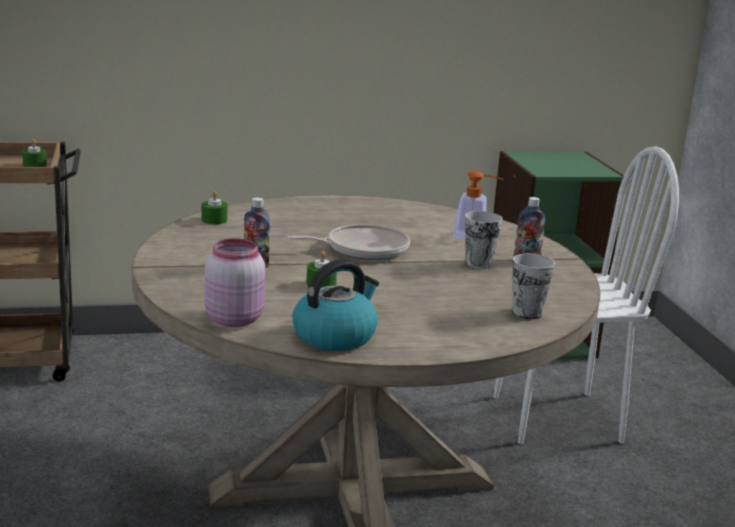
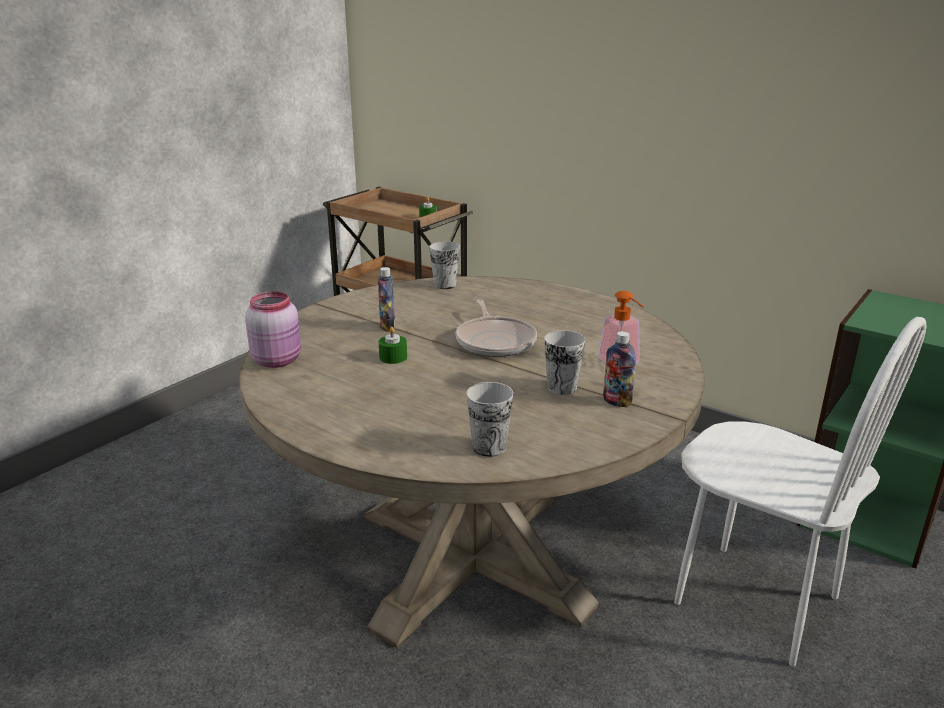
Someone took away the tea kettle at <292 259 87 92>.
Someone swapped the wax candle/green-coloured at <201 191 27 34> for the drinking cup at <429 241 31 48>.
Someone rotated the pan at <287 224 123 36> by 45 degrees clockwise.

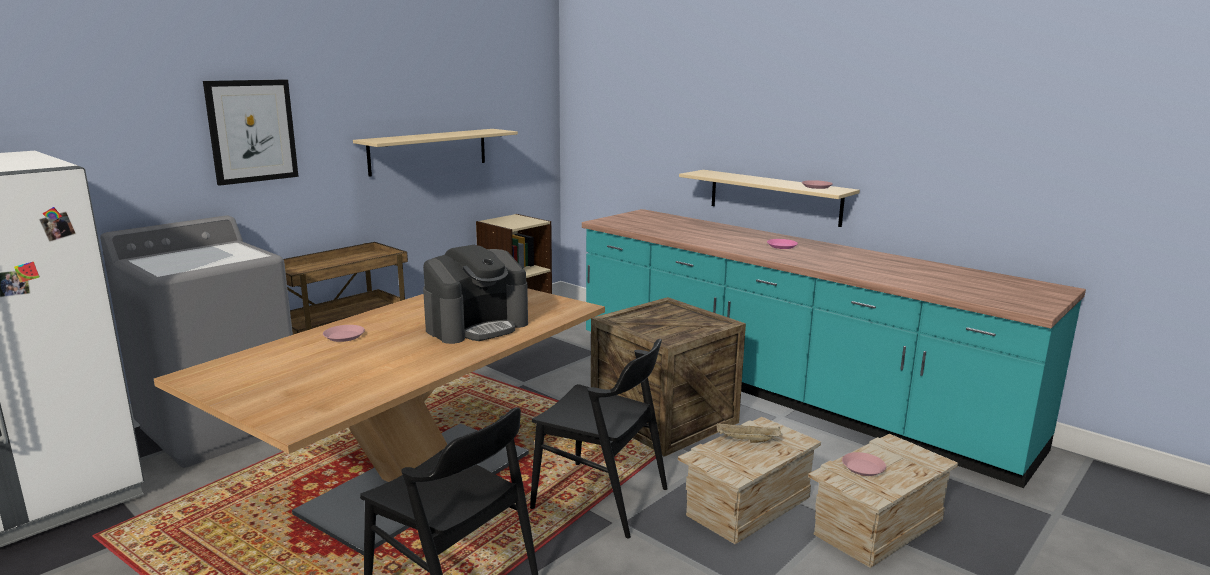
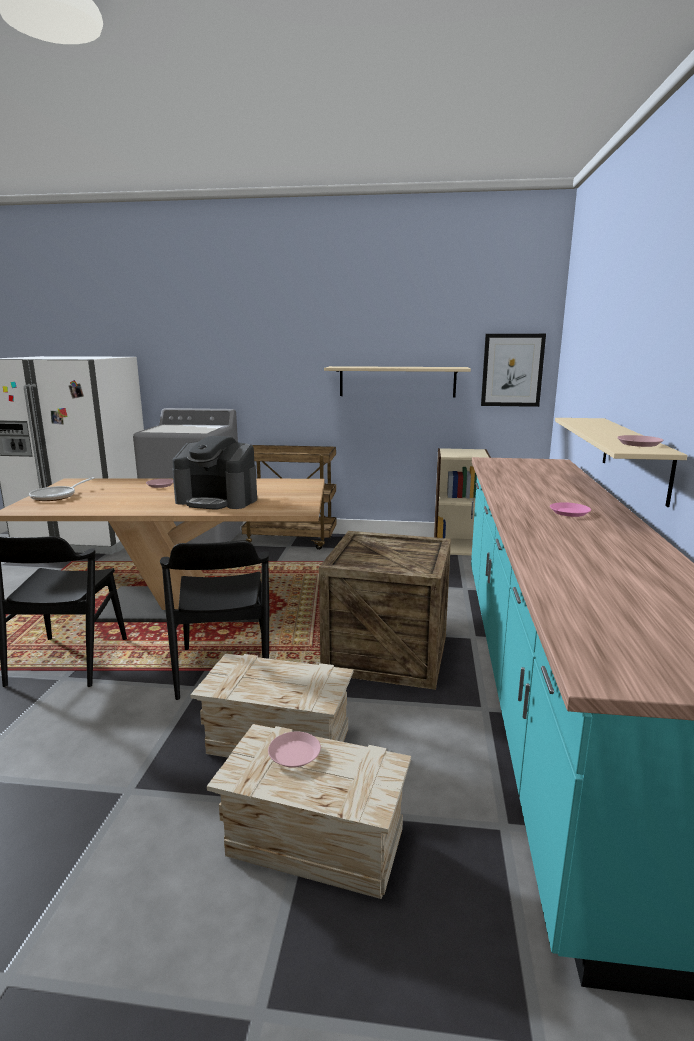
Someone took away the tray/beige at <717 423 64 20>.
Someone put down the pan at <29 477 66 24>.
Someone carried the wall picture from <203 79 96 107> to <481 334 65 73>.

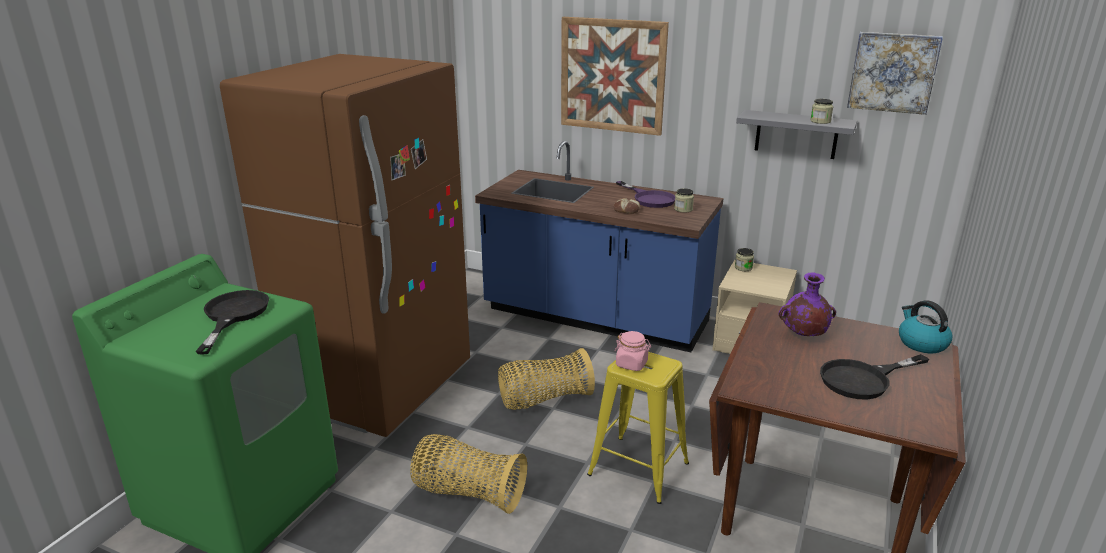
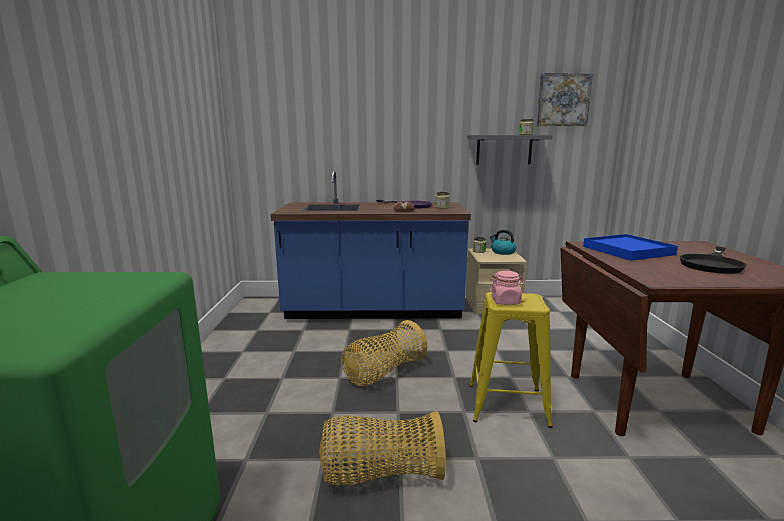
Someone took away the pan/blackish at <196 290 73 65>.
Someone took away the kitchen fridge/brownish at <220 54 250 383>.
Someone took away the wall picture at <561 17 108 119>.
Someone carried the tea kettle from <899 300 53 53> to <490 230 26 25>.
Someone swapped the flower vase/purple-coloured at <779 272 57 64> for the tray/blue-coloured at <583 234 95 27>.

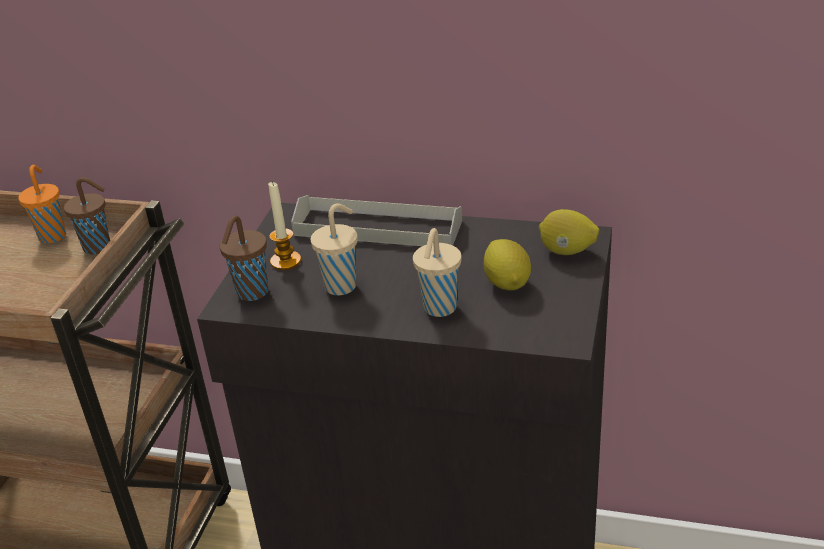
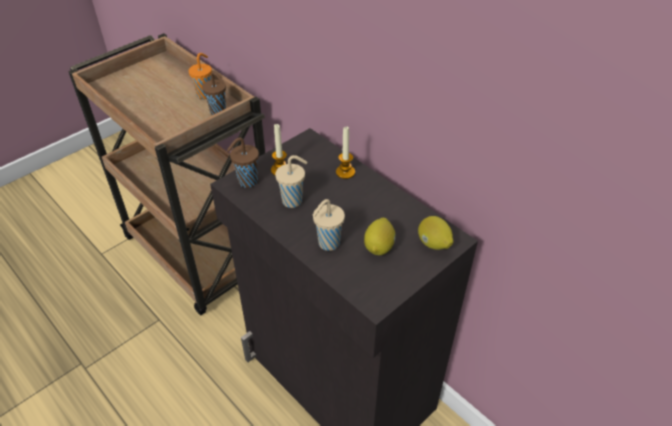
Someone swapped the tray/gray at <291 195 171 51> for the wax candle at <336 127 19 52>.

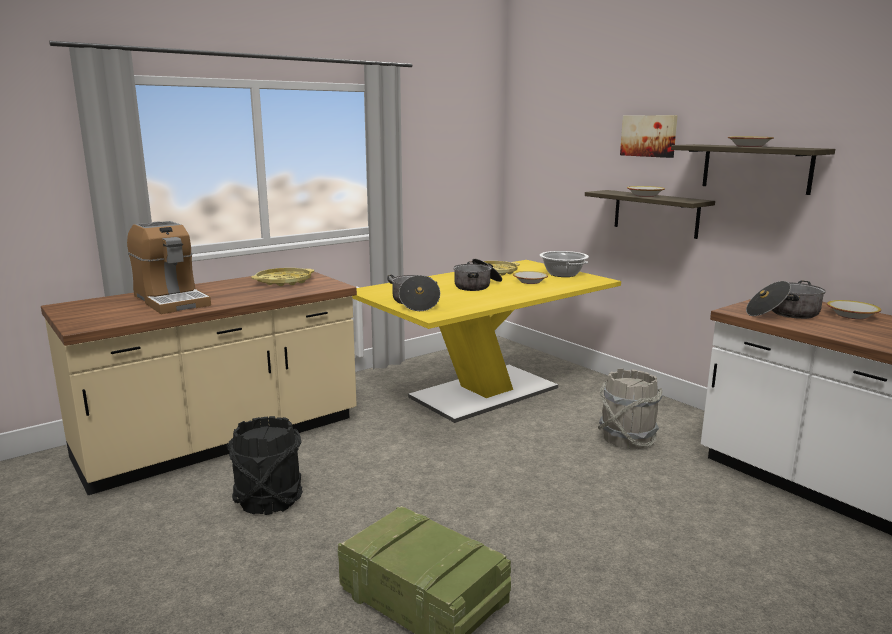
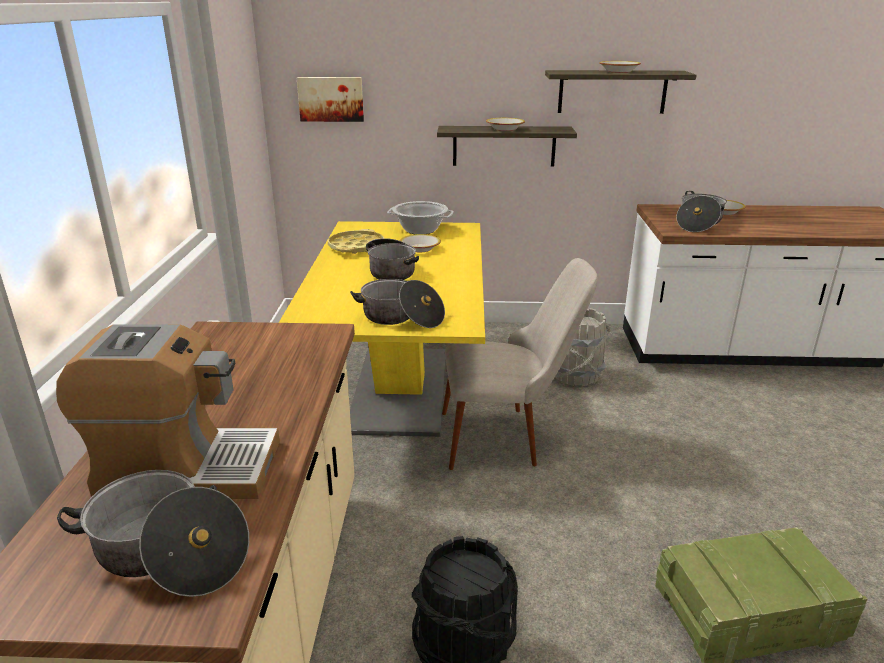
Someone took away the tray/yellow at <251 268 63 18>.
Someone put down the stockpot at <57 470 192 127>.
Someone put down the plain chair/beige at <442 258 156 212>.
Someone carried the wall picture from <620 115 58 43> to <297 77 67 45>.

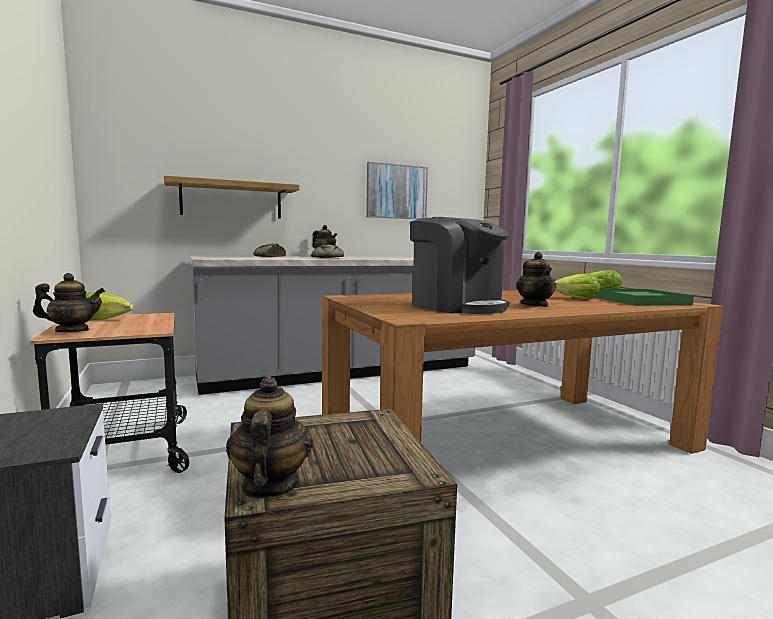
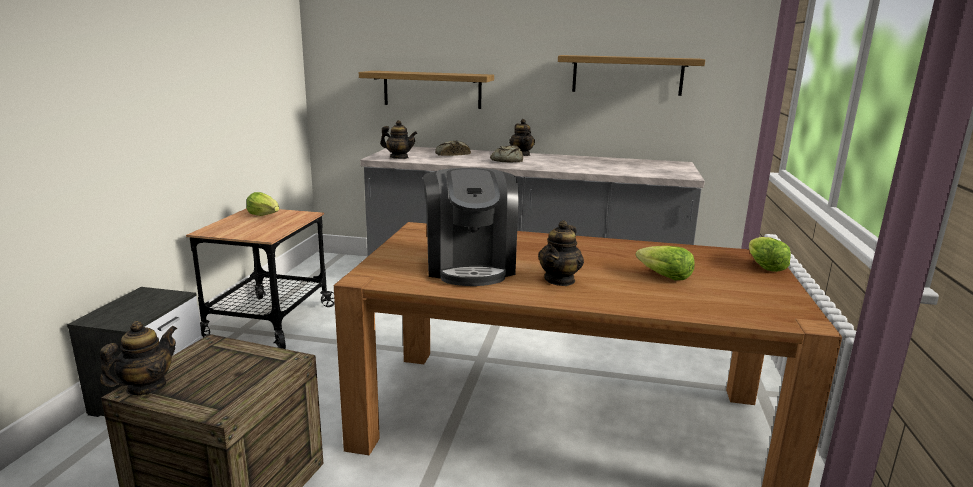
Someone took away the tray/green-coloured at <595 289 99 17>.
Someone carried the pot for tea from <33 273 72 59> to <380 120 37 39>.
Someone swapped the wall picture at <366 162 62 57> for the shelf at <558 55 147 41>.

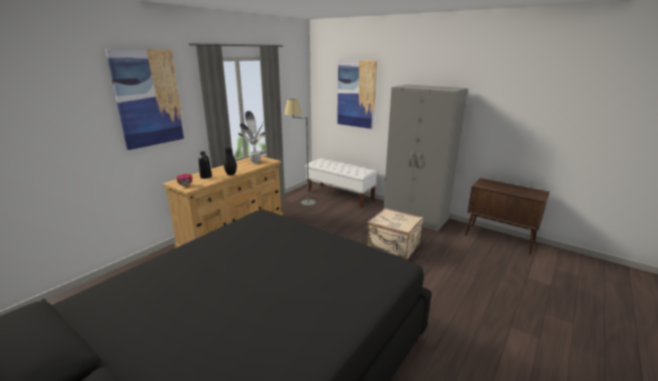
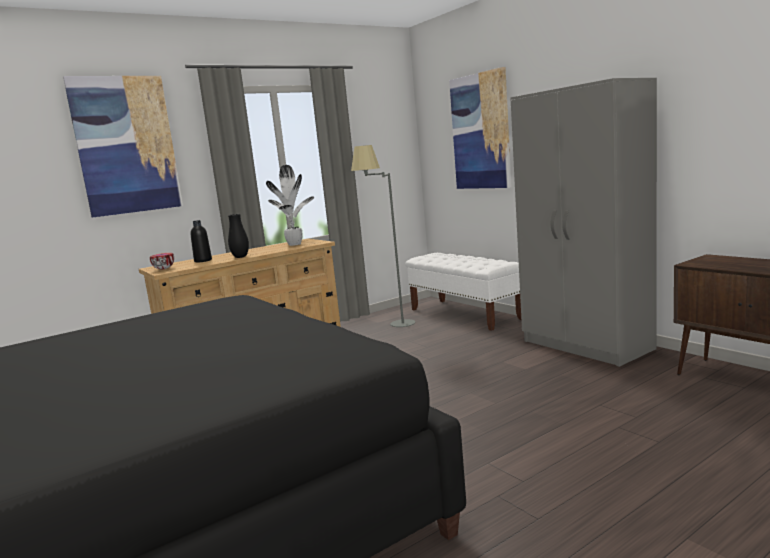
Someone took away the suitcase/beige at <367 208 57 52>.

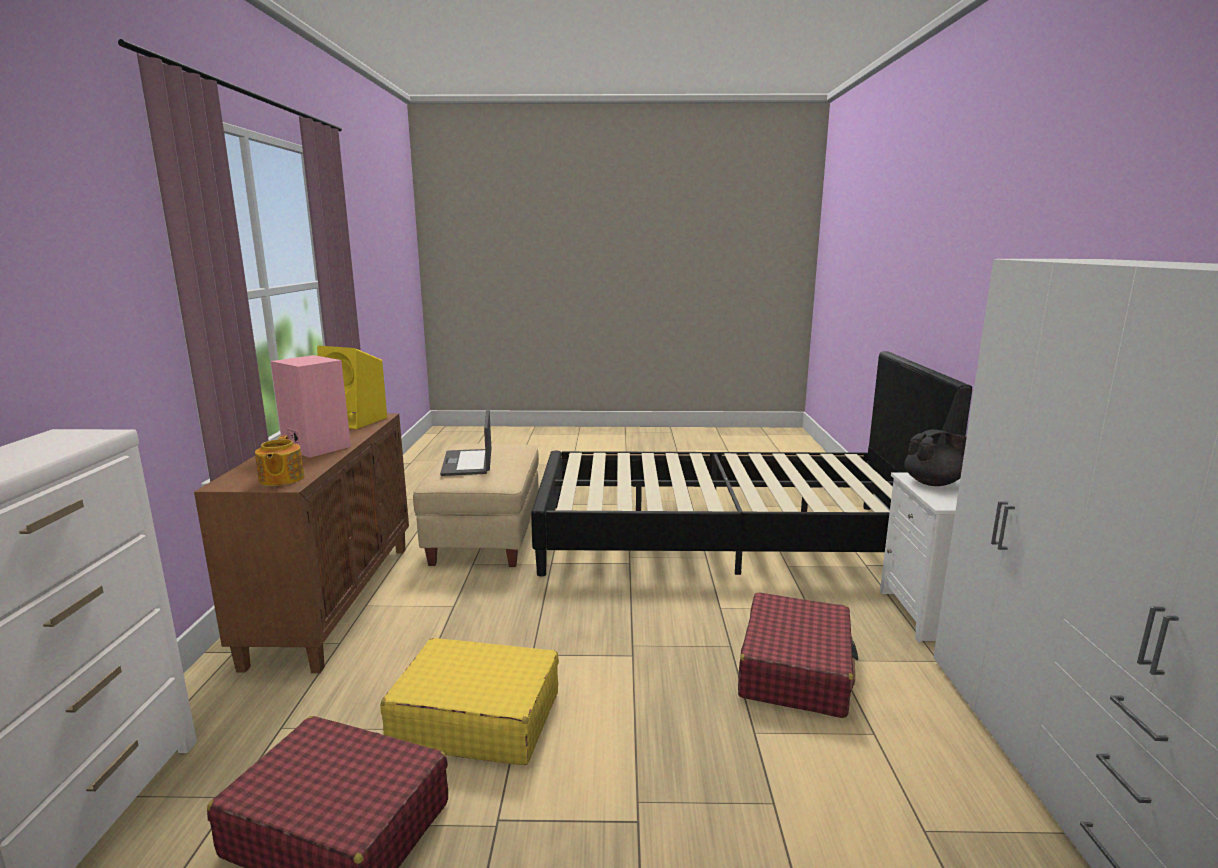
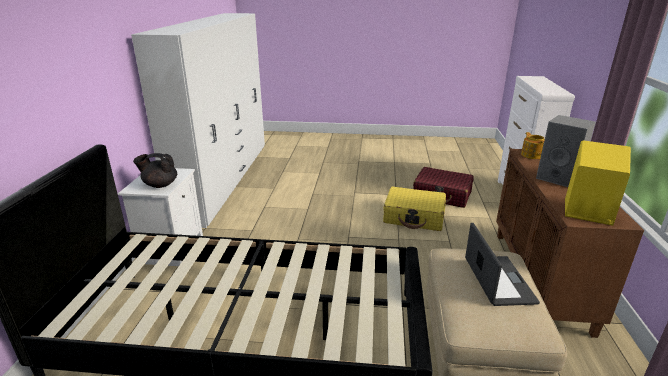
Someone took away the suitcase/reddish at <738 592 120 126>.
Someone repainted the audio speaker/pink at <271 355 80 103>, which became the audio speaker/gray at <536 115 60 72>.

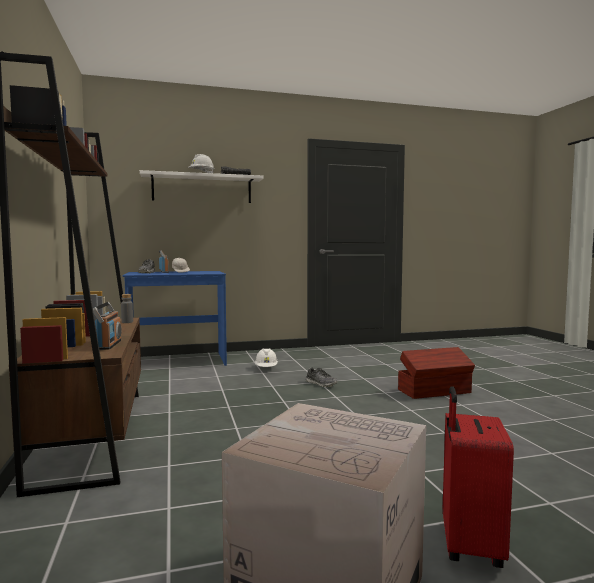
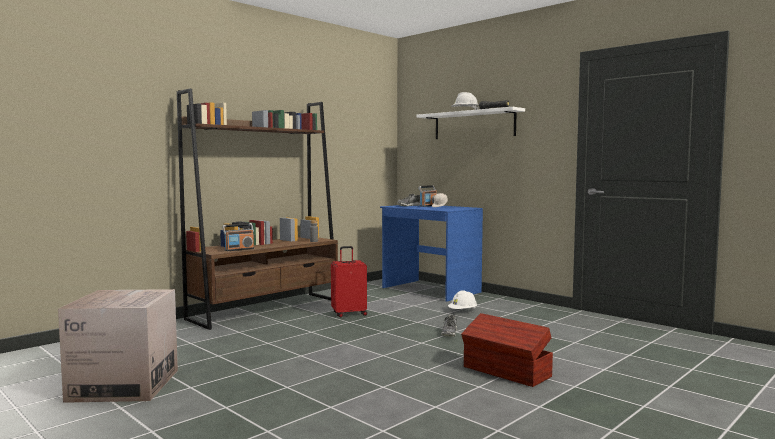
Someone carried the suitcase/reddish from <443 386 71 182> to <331 246 36 71>.

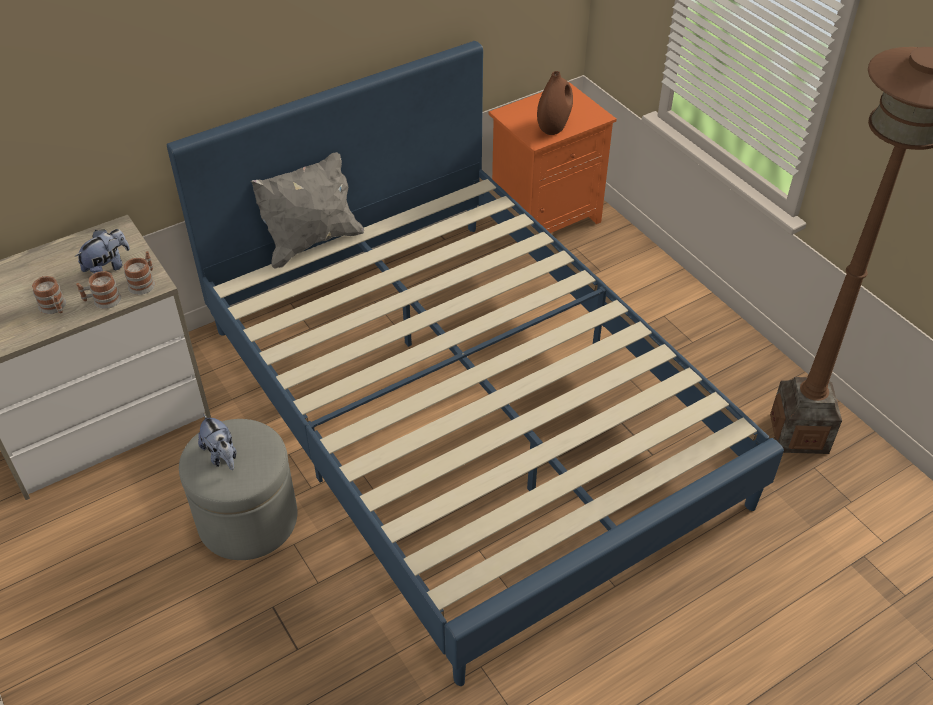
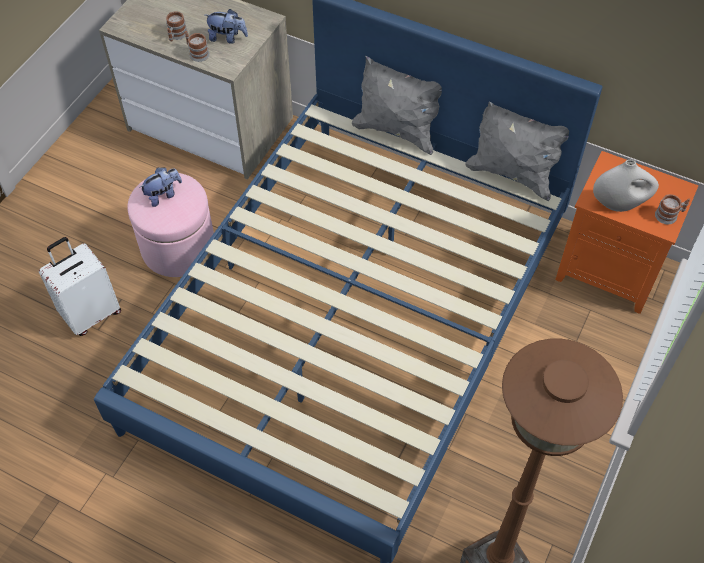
Someone put down the suitcase/white at <39 237 82 99>.
Someone put down the throw pillow/gray at <466 101 103 100>.
Someone carried the tea mug from <124 251 31 44> to <655 194 35 30>.
Someone repainted the footrest/gray at <179 419 118 141>, which became the footrest/pink at <127 173 87 104>.
Someone repainted the flower vase/brownish at <537 71 36 64>, which became the flower vase/white at <593 160 66 52>.
Someone rotated the cuddly toy at <198 413 39 57> by 150 degrees counterclockwise.

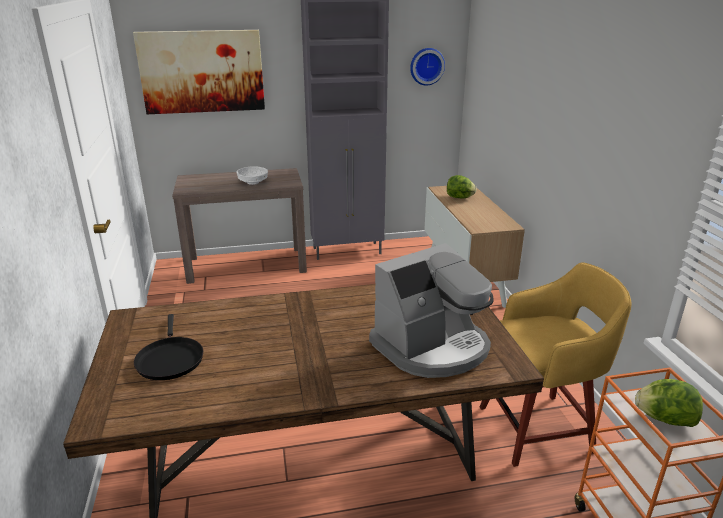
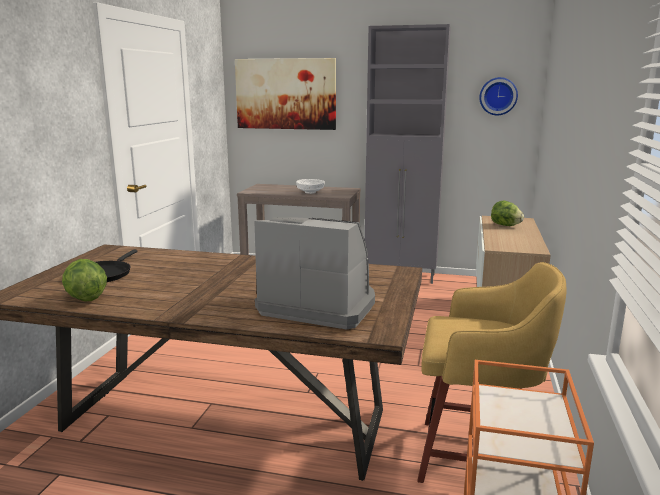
Someone carried the lettuce head from <635 379 68 48> to <62 259 45 42>.
Someone rotated the coffee maker at <369 243 124 135> by 150 degrees counterclockwise.

